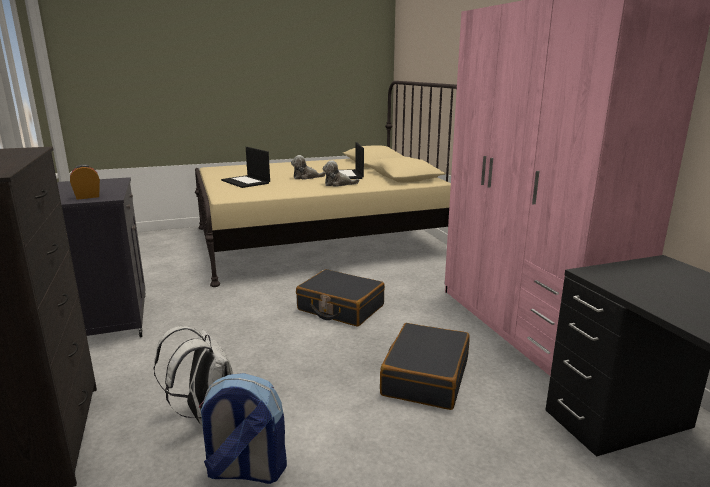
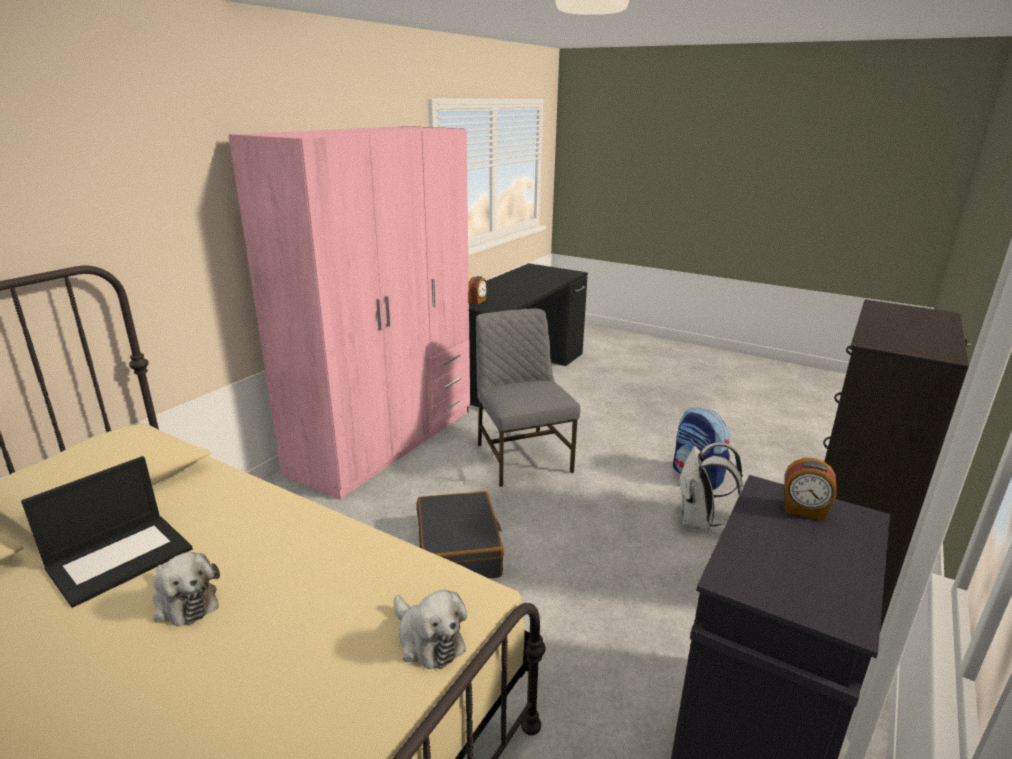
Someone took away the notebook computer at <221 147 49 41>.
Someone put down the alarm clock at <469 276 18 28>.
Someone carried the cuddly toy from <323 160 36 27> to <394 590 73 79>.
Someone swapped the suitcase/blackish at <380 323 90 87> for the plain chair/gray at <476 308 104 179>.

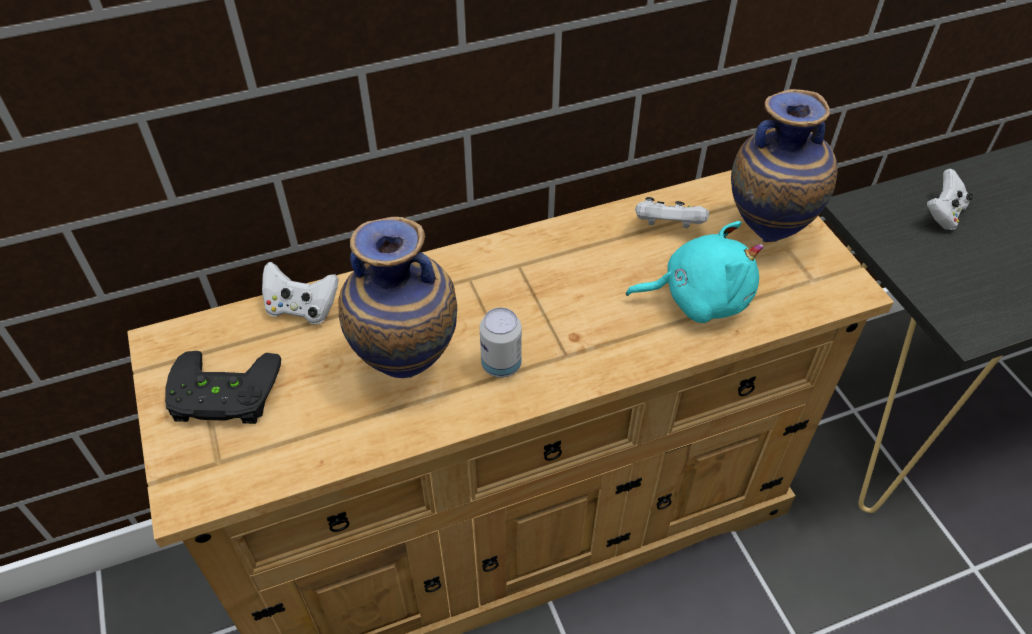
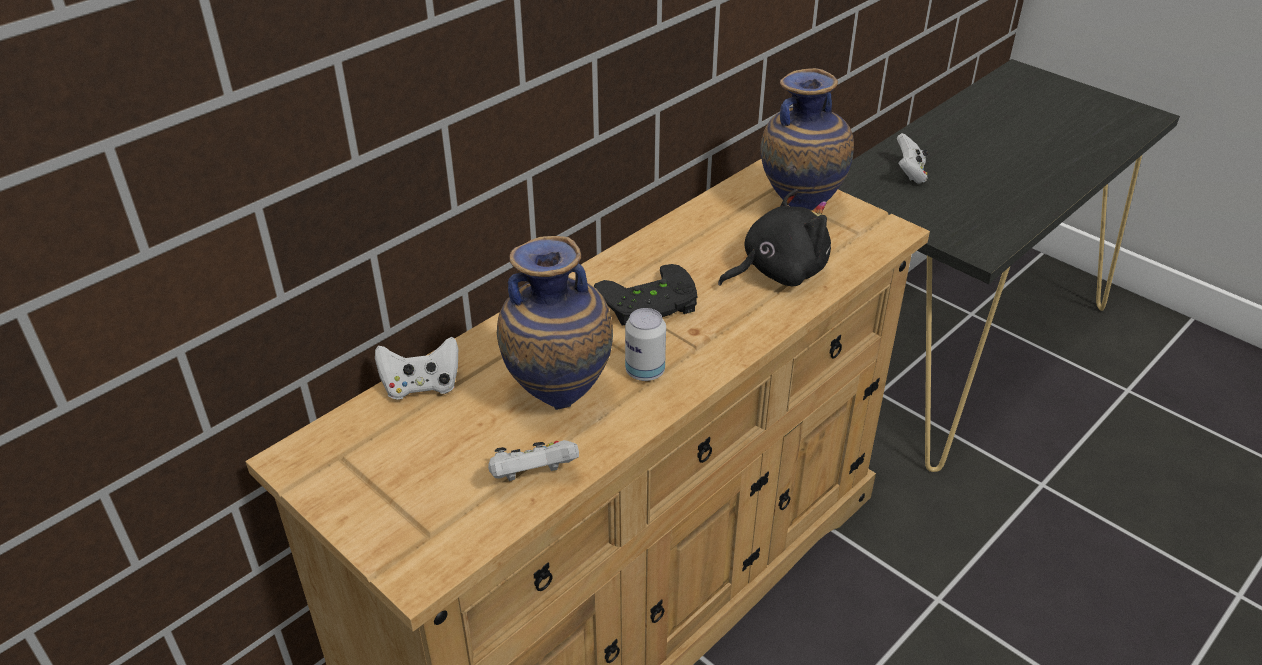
Someone carried the game controller/blackish from <165 351 116 73> to <594 264 103 61>.
Someone carried the game controller/white from <635 197 74 31> to <488 440 91 41>.
Someone repainted the cuddly toy/turquoise at <626 221 138 102>, which became the cuddly toy/blackish at <718 189 113 98>.

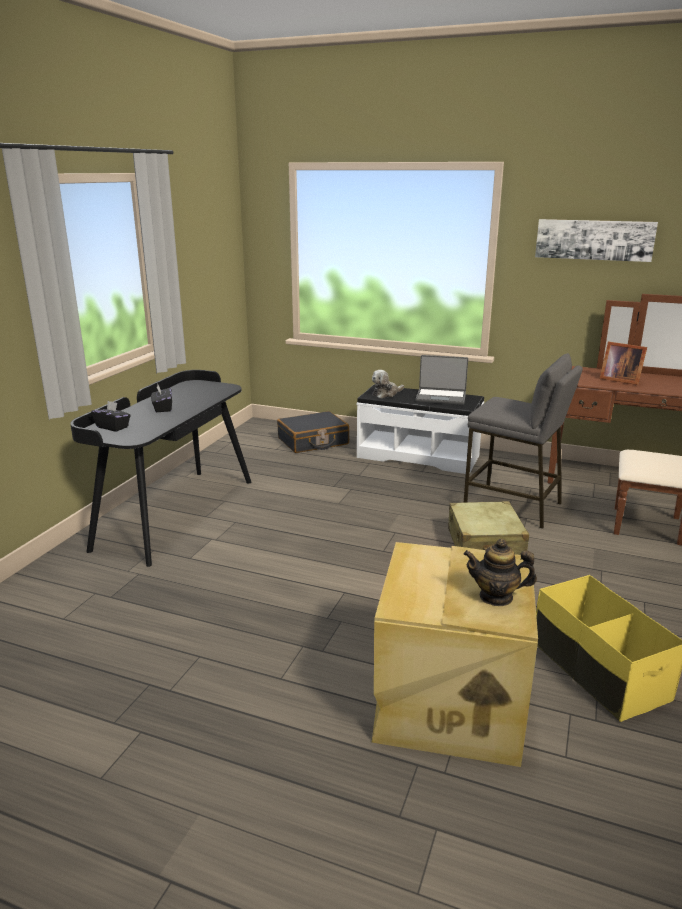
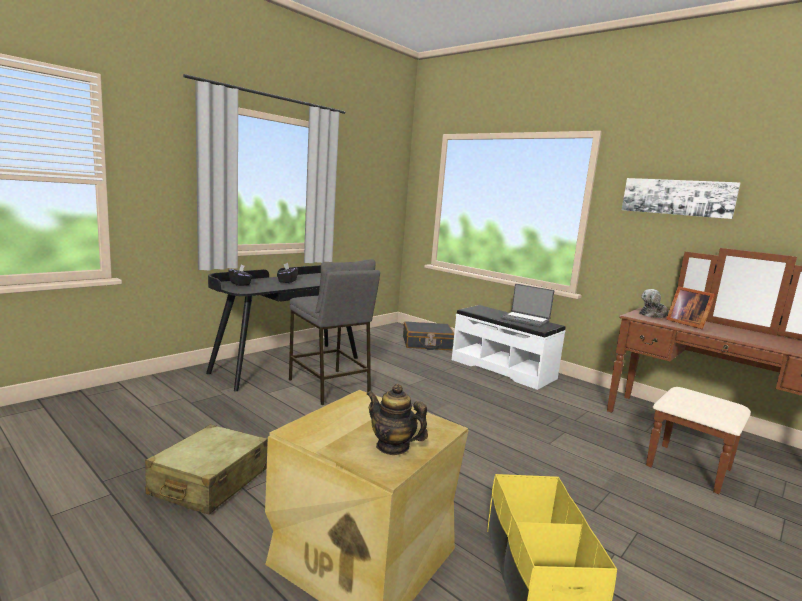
Someone carried the cuddly toy from <372 370 32 28> to <639 289 30 29>.
Someone carried the suitcase/beige from <448 501 81 54> to <145 424 122 91>.
Someone carried the sitting stool/gray from <464 353 119 176> to <289 259 91 146>.

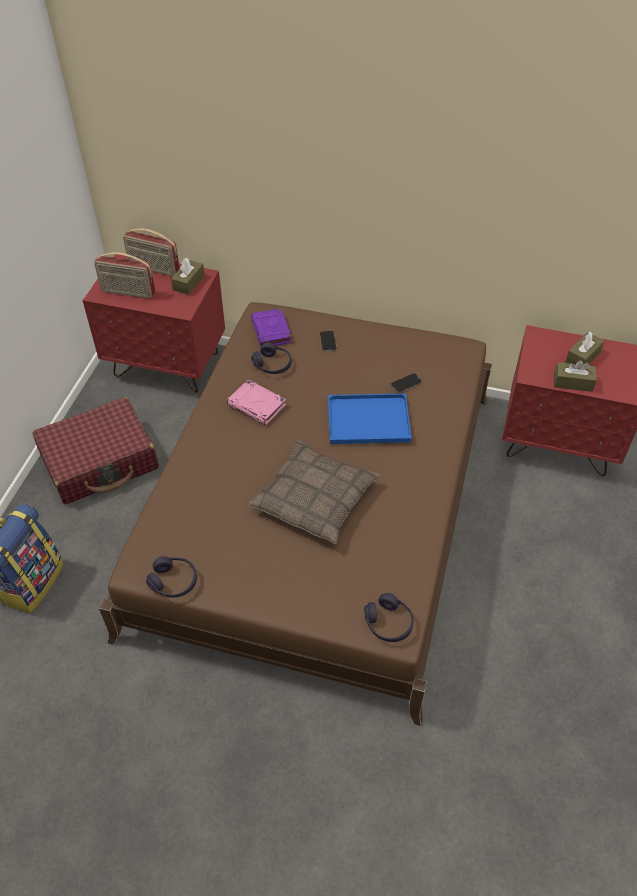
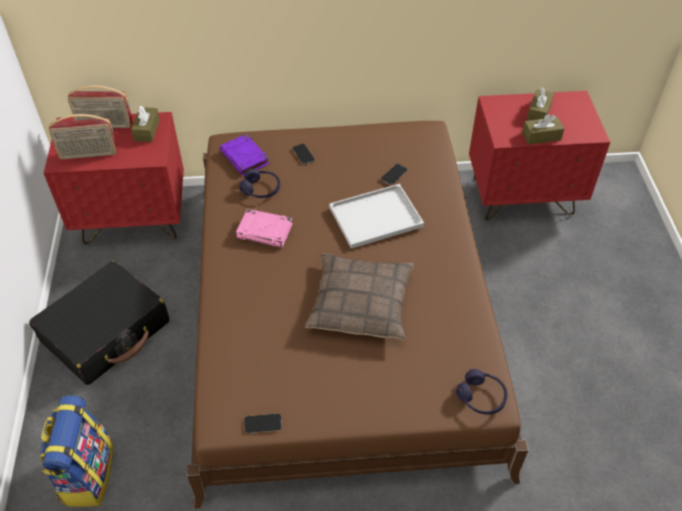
Someone swapped the headset/purple-coloured at <146 556 51 42> for the telephone at <244 414 38 19>.
Someone repainted the suitcase/reddish at <33 397 126 107>, which became the suitcase/blackish at <29 261 140 124>.
Someone repainted the tray/blue-coloured at <328 393 84 51>, which became the tray/white at <329 184 95 65>.

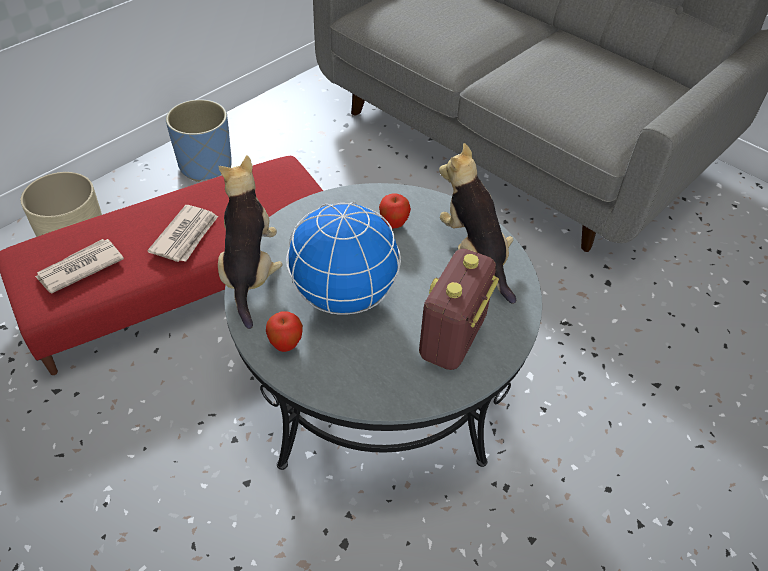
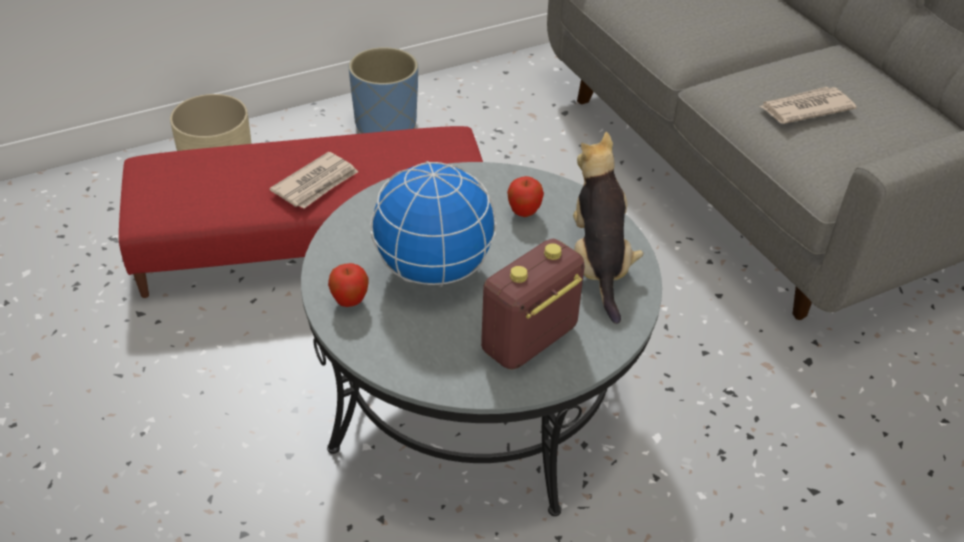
Someone took away the cuddly toy at <218 155 65 174>.
Someone carried the printed paper from <35 239 89 55> to <759 87 98 37>.

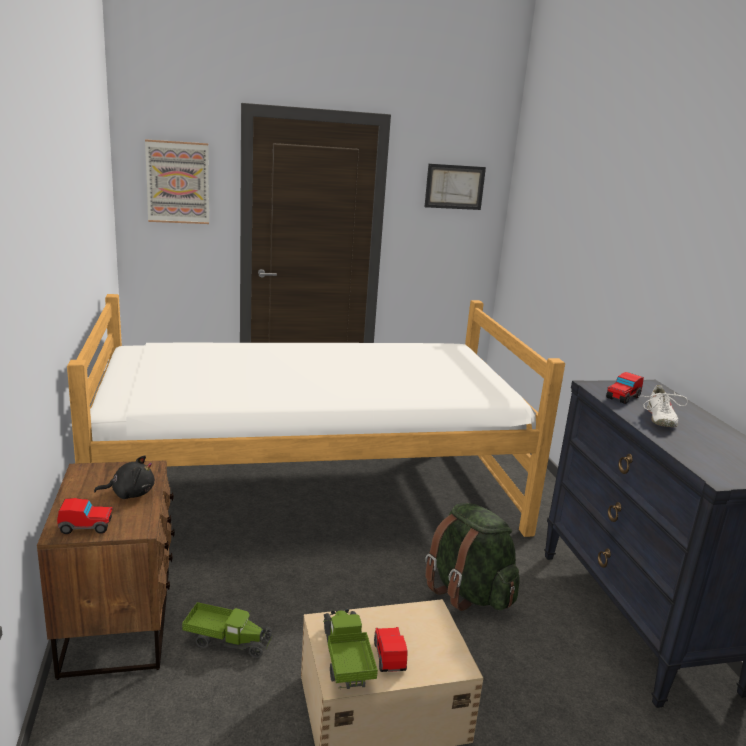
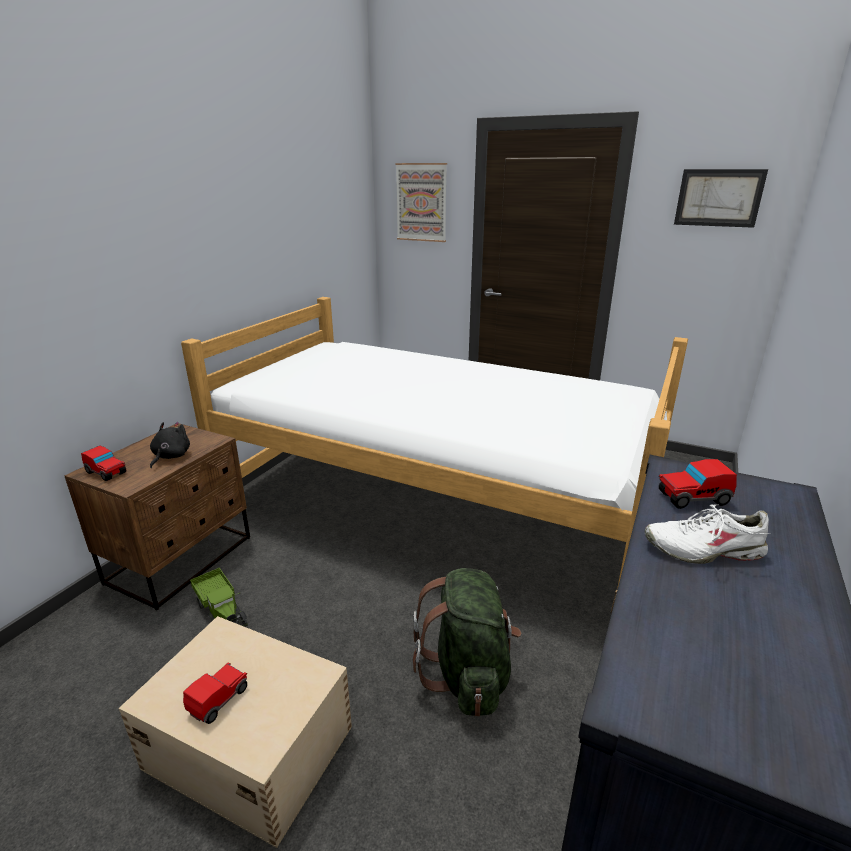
Someone took away the toy truck at <323 609 55 80>.
Someone rotated the cuddly toy/blackish at <94 455 61 44> by 105 degrees counterclockwise.
Someone rotated the low shoe/white at <638 385 50 42> by 45 degrees clockwise.

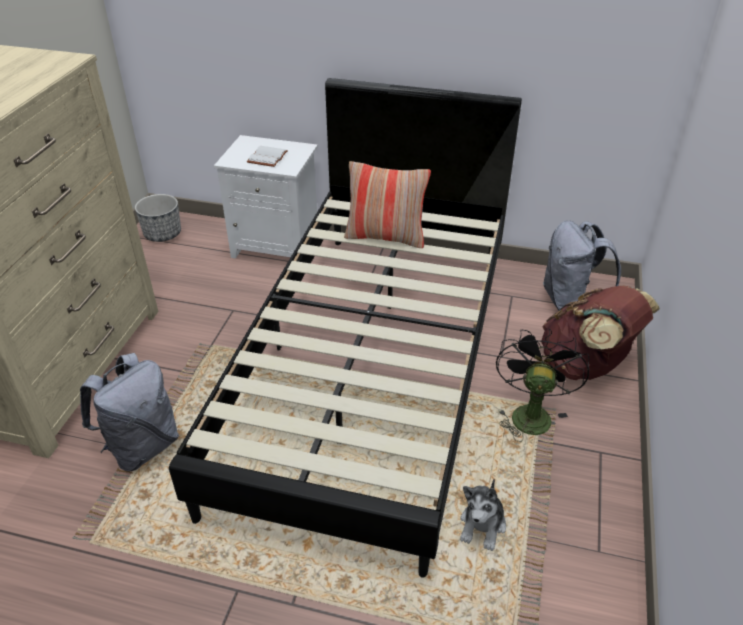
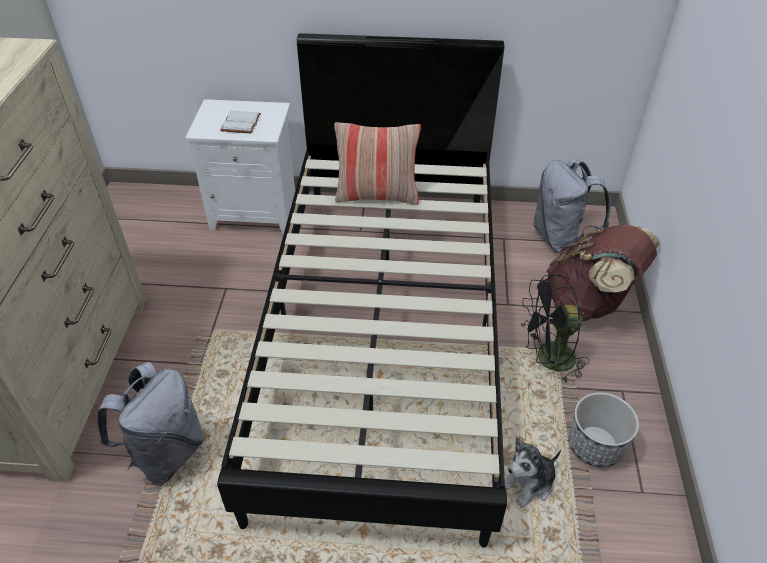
Someone carried the plant pot from <135 194 46 48> to <569 392 70 76>.
Someone rotated the cuddly toy at <460 479 46 72> by 45 degrees clockwise.
Someone rotated the cooling fan/blackish at <496 329 93 113> by 105 degrees counterclockwise.

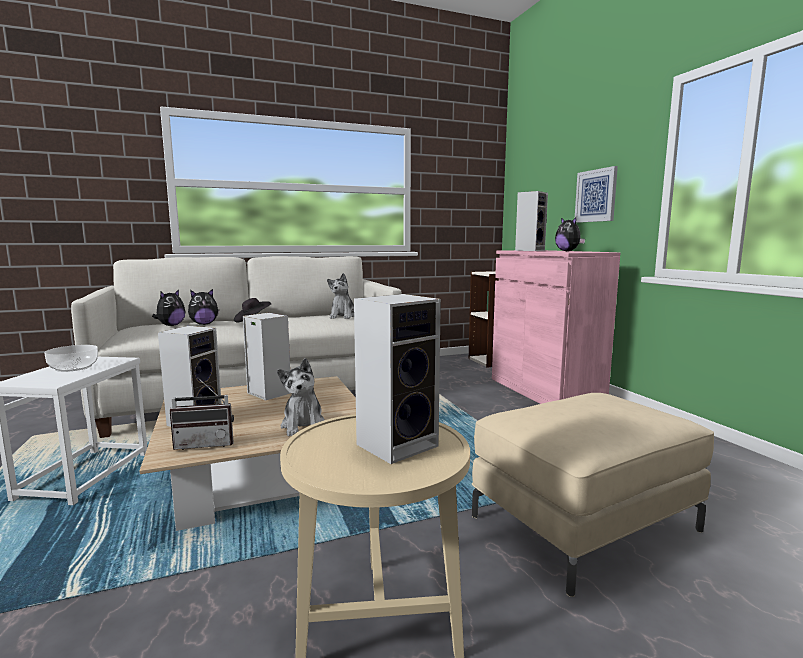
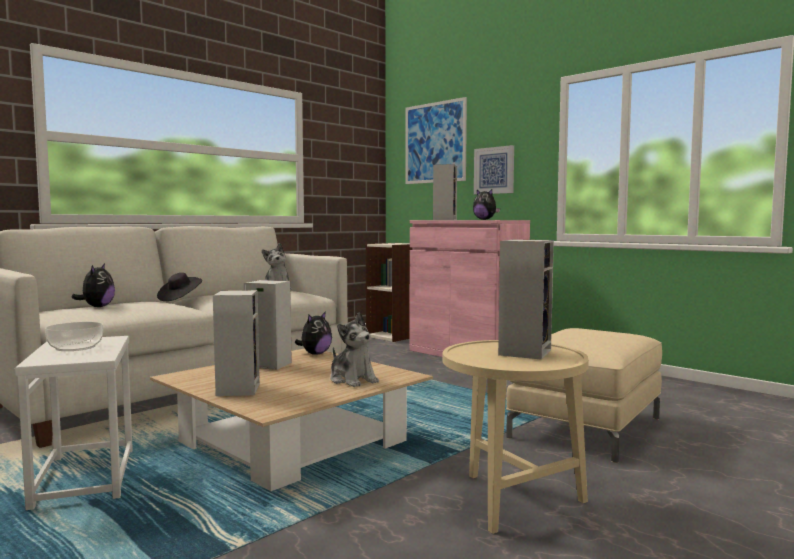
Someone took away the radio at <170 377 64 73>.
Someone put up the wall picture at <406 97 61 87>.
Someone carried the cuddly toy from <188 289 31 36> to <295 311 37 44>.

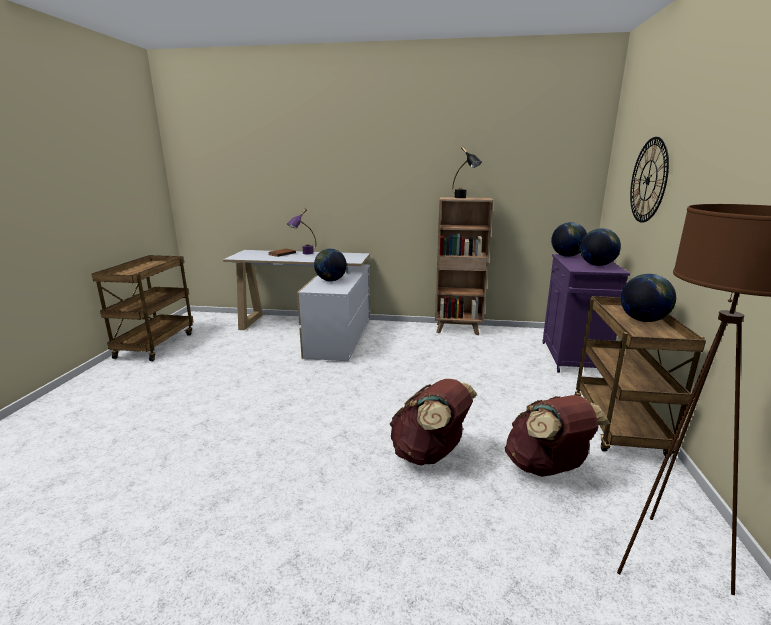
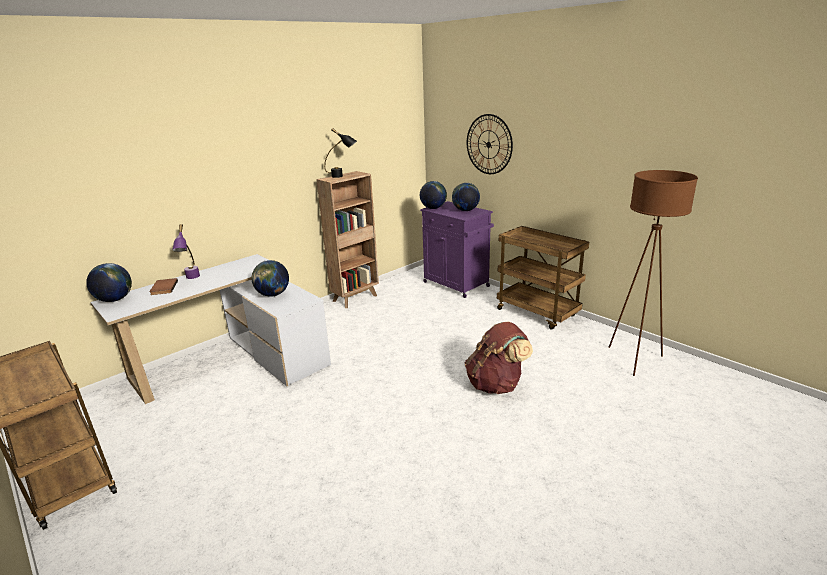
Someone took away the rucksack/brownish at <505 395 105 82>.
Someone carried the desk globe from <620 274 56 48> to <86 263 46 39>.

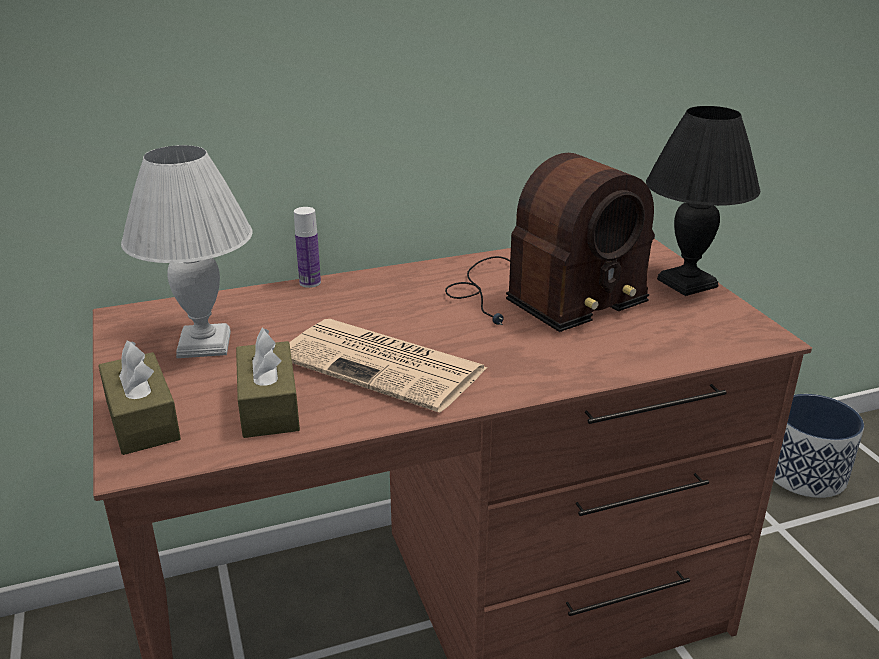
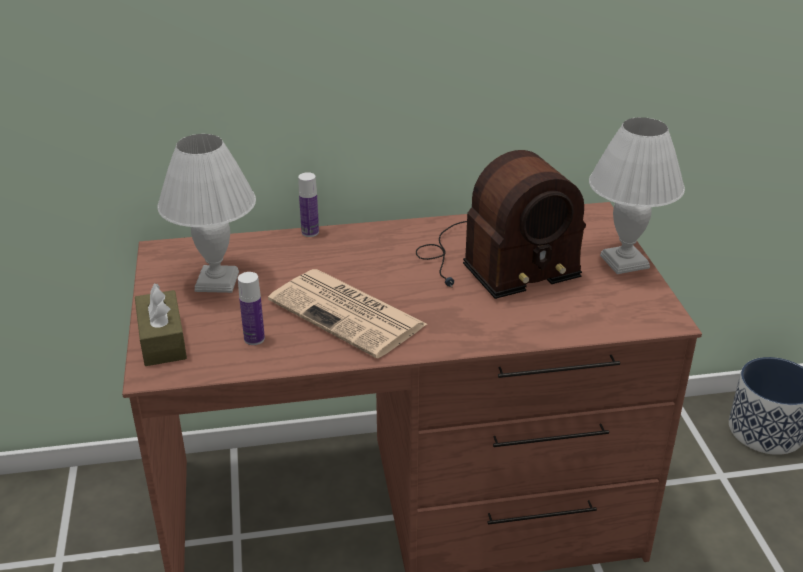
Someone swapped the tissue holder/brownish at <236 328 64 110> for the drink bottle at <238 272 27 73>.
Someone repainted the lamp for a table/blackish at <646 106 114 190>, which became the lamp for a table/white at <589 117 96 157>.

